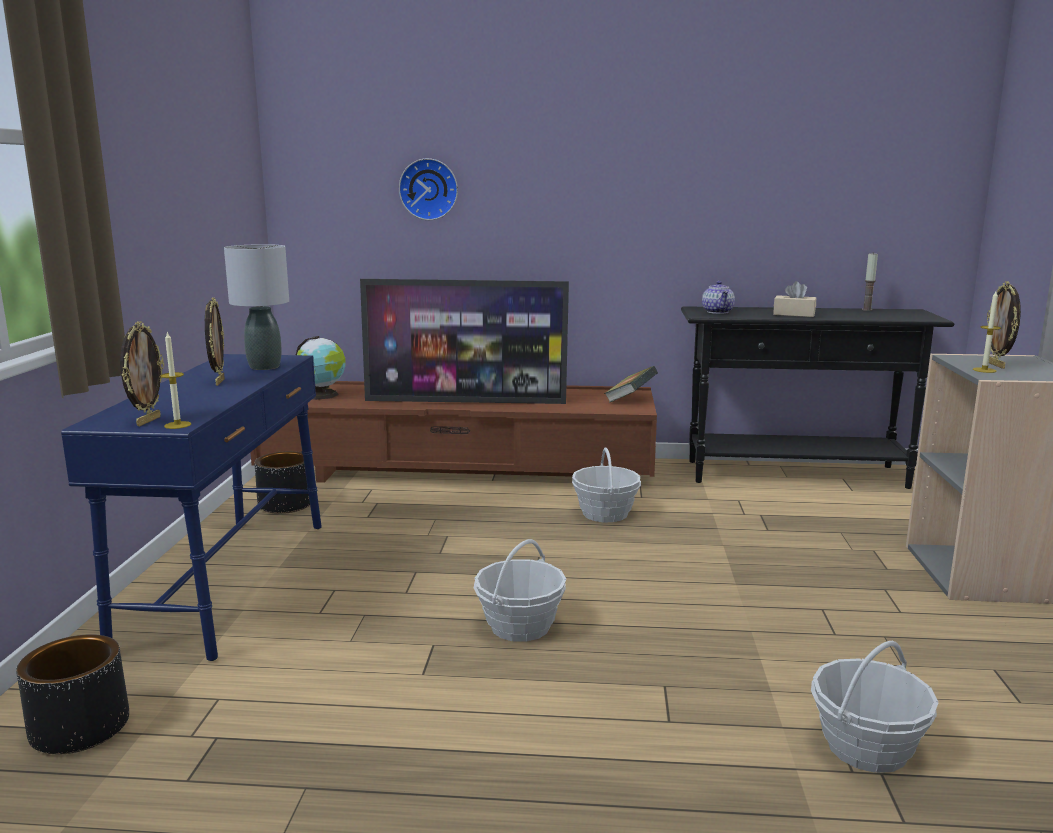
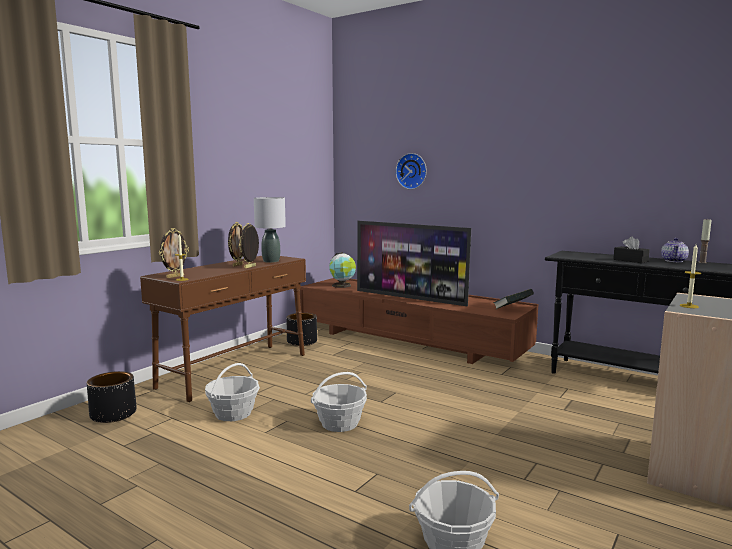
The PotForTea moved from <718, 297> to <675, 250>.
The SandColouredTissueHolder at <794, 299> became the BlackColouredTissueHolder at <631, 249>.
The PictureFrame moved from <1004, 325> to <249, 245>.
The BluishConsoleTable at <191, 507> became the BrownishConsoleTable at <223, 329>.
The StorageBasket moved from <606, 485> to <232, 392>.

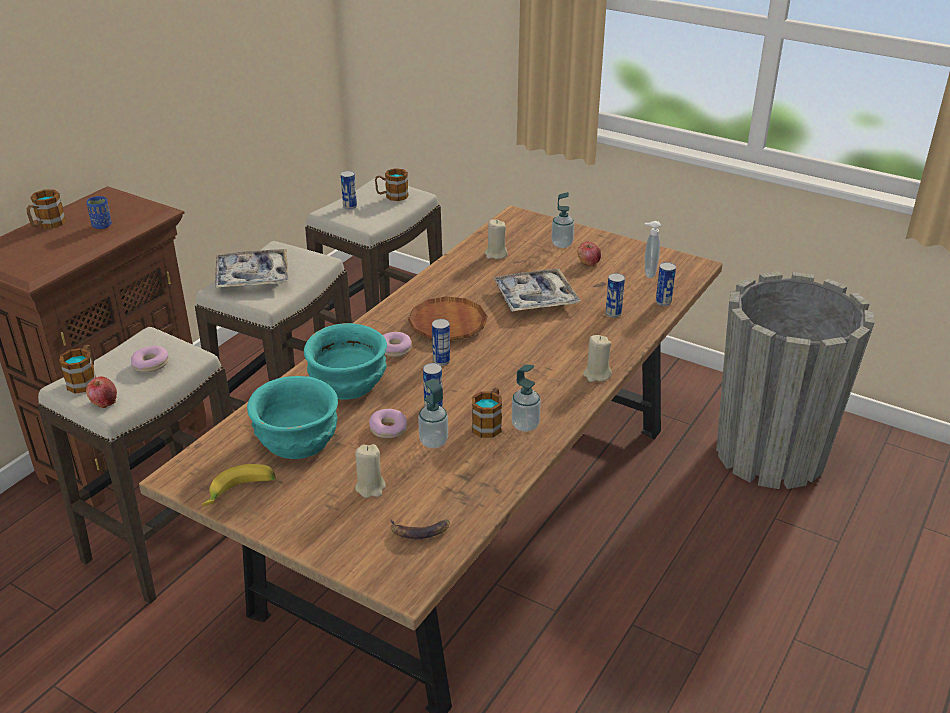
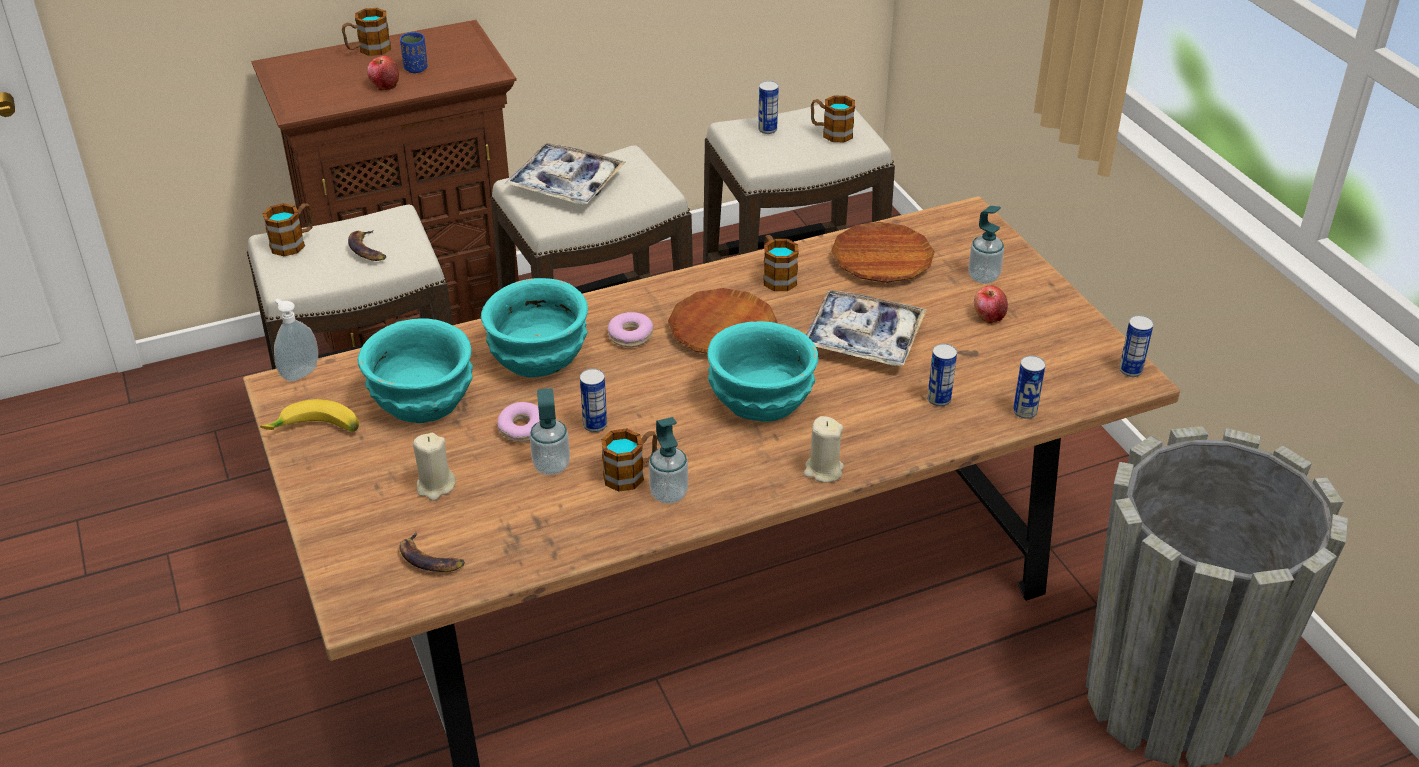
The SandColouredCandle at <496, 239> was replaced by the BrownishPlate at <883, 252>.
The LiquidSoapBottle moved from <653, 249> to <296, 340>.
The SealedCan moved from <441, 342> to <1136, 346>.
The Doughnut at <150, 359> was replaced by the WholeBanana at <367, 245>.
The WholeApple moved from <101, 392> to <383, 73>.
The CoffeeMug at <781, 263> appeared.
The BlueGreenDeepDish at <763, 371> appeared.

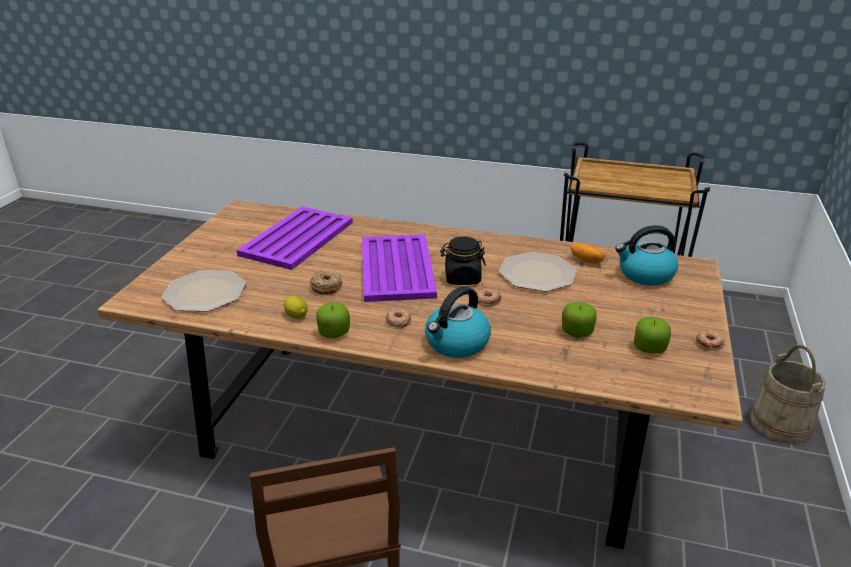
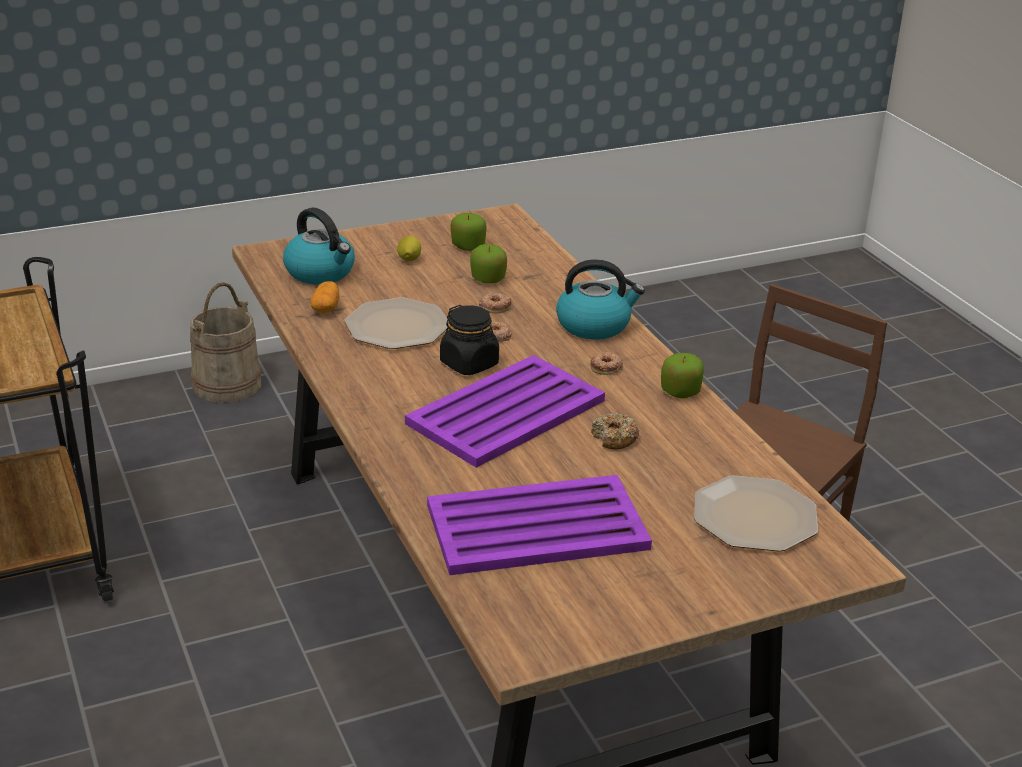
The WholeLemon moved from <296, 307> to <409, 248>.
The Doughnut moved from <710, 341> to <495, 302>.

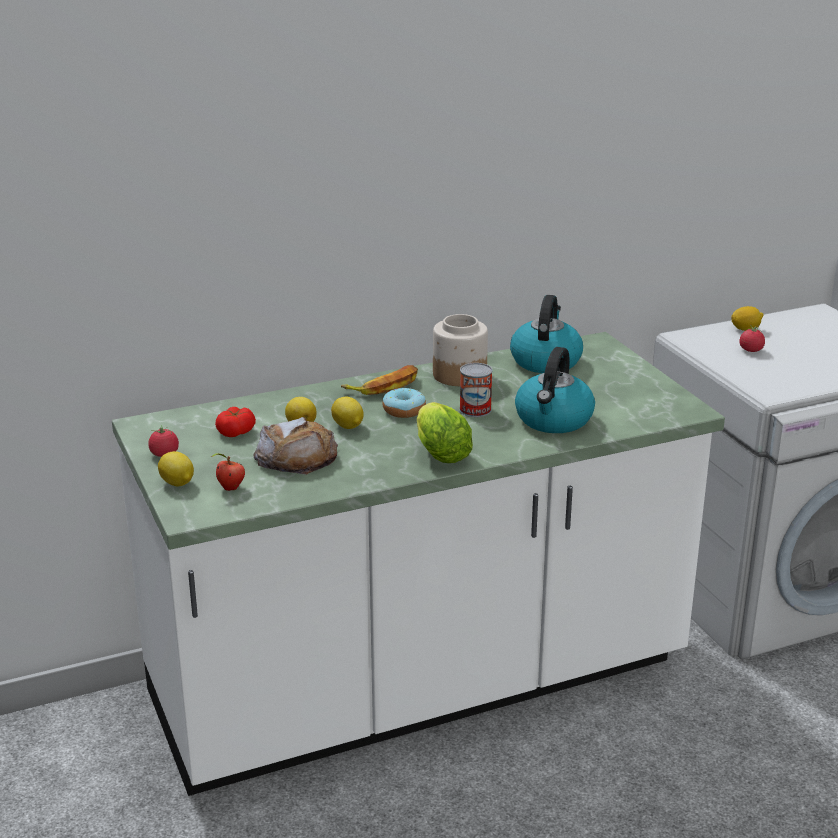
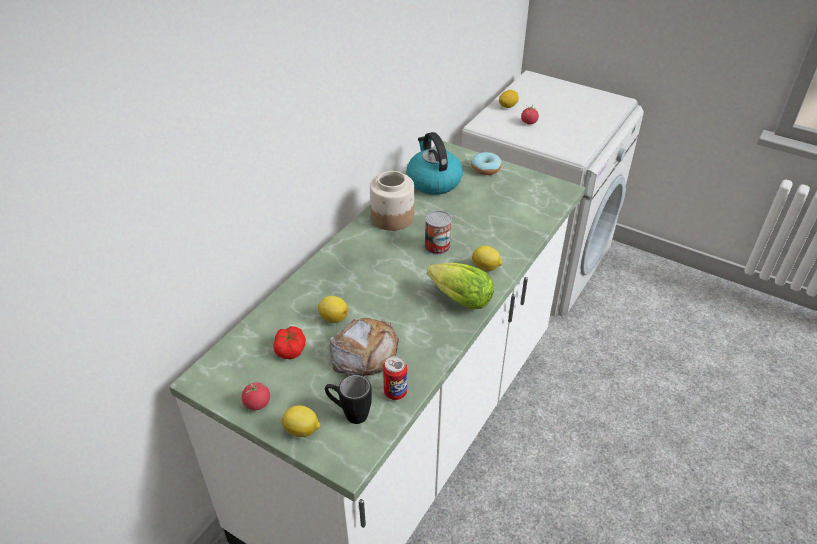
The WaterKettle at <555, 390> disappeared.
The WholeBanana at <379, 380> disappeared.
The Doughnut moved from <404, 403> to <486, 163>.
The WholeLemon moved from <347, 413> to <487, 258>.
The WholeApple at <228, 472> was replaced by the BlackColouredCoffeeMug at <348, 399>.
The SealedCan at <395, 378> appeared.

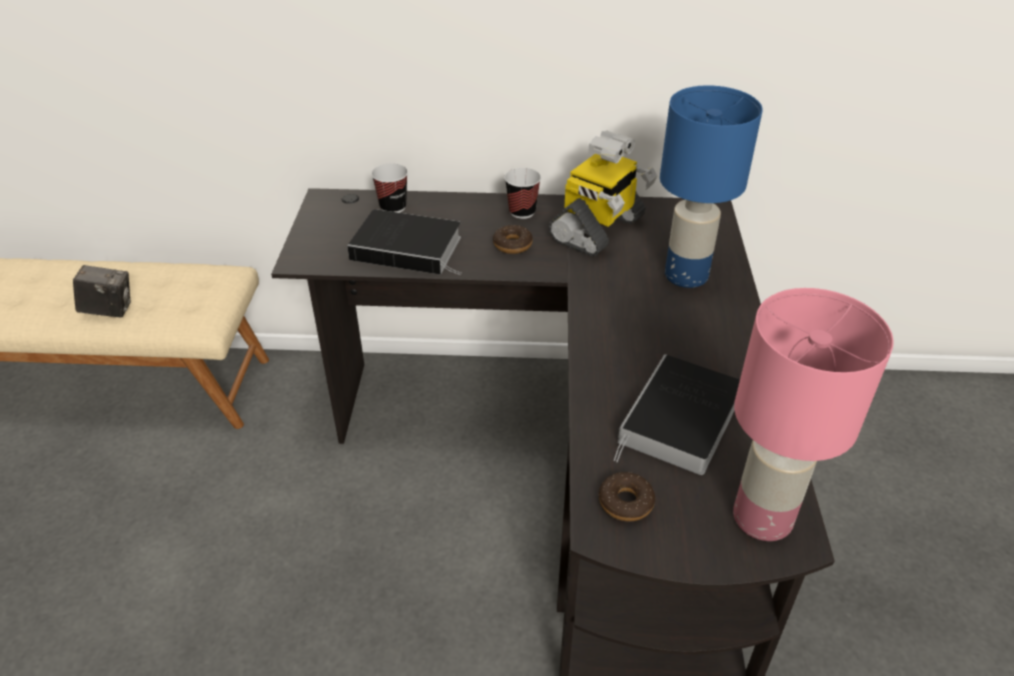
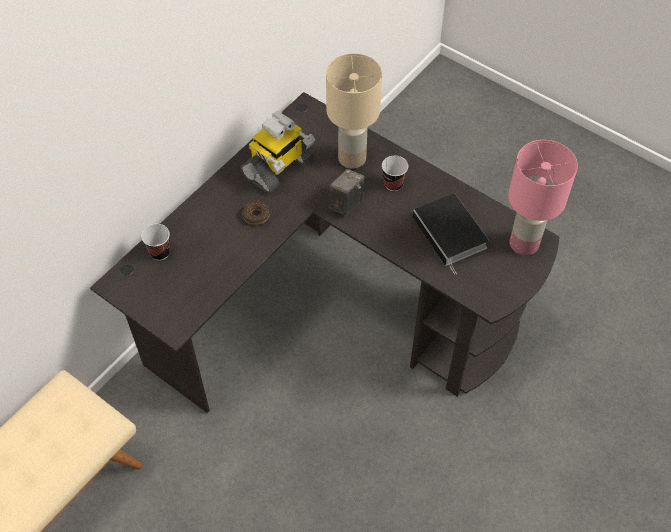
The BluishTabletopLamp at <711, 186> became the SandColouredTabletopLamp at <354, 111>.
The ToyRobot at <602, 194> turned 60 degrees clockwise.
The DrinkingCup moved from <522, 193> to <395, 173>.
The Volume at <404, 242> disappeared.
The PhotoCamera moved from <101, 291> to <346, 192>.
The Doughnut at <627, 496> disappeared.

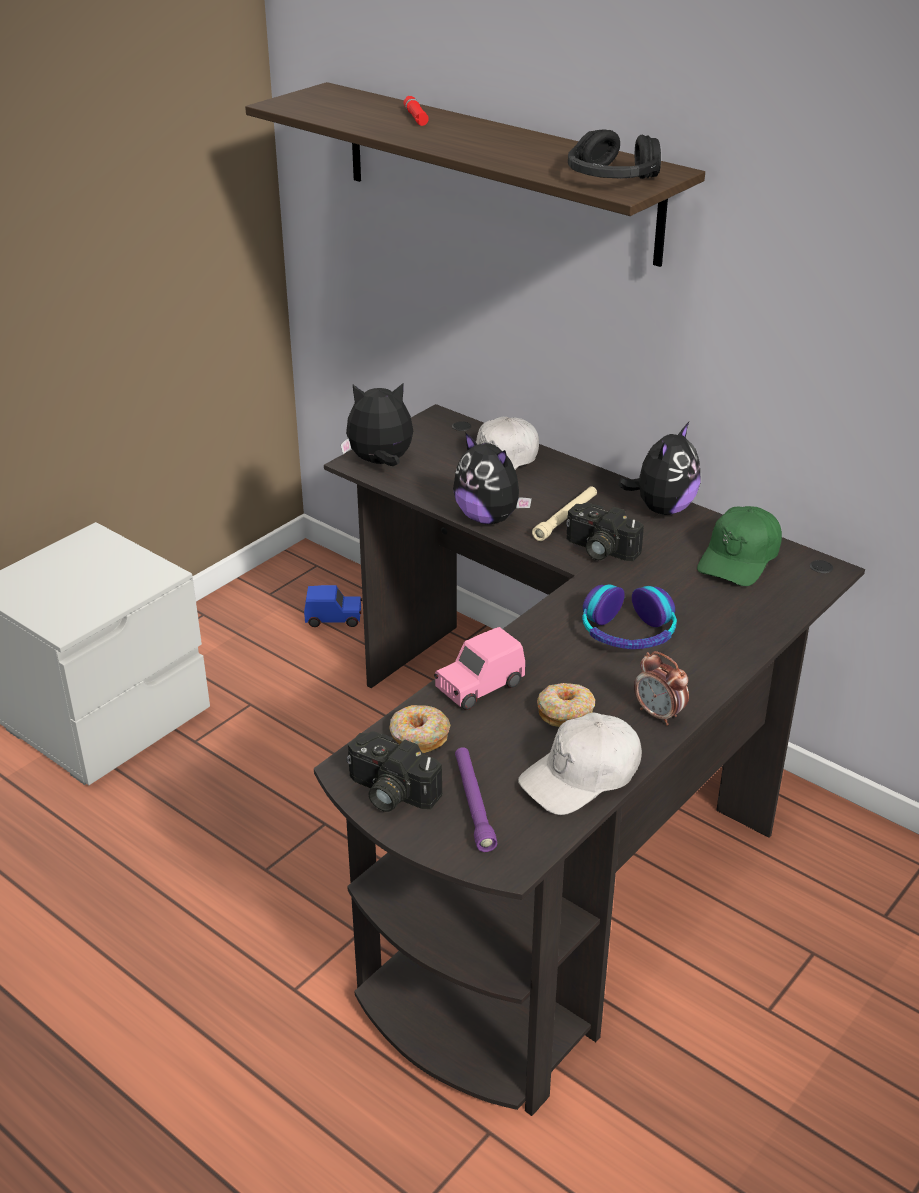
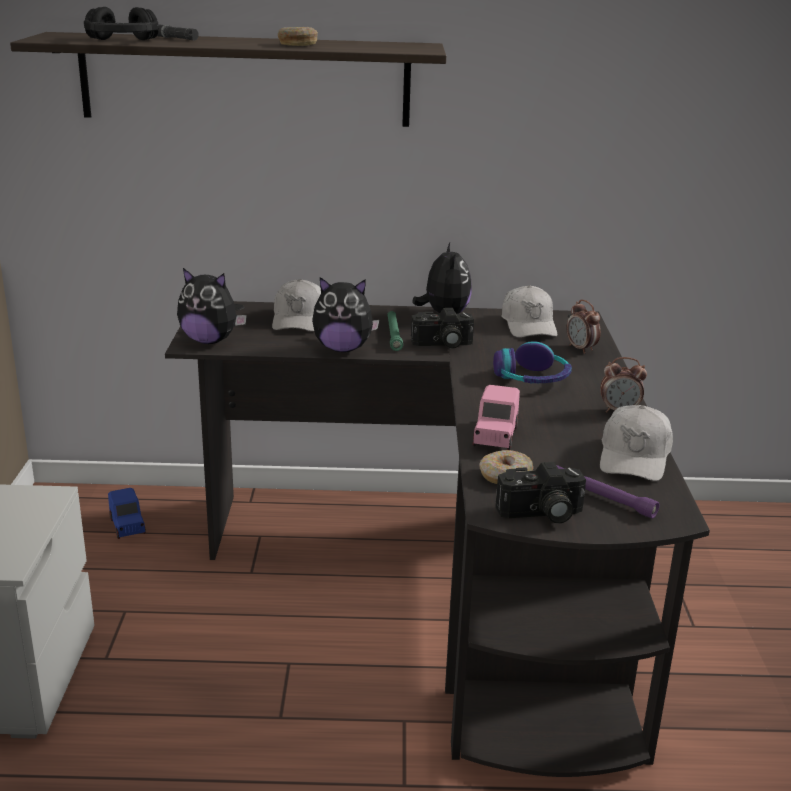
The RedHandTorch at <416, 111> became the BlackColouredHandTorch at <178, 32>.
The BlackColouredHeadphones moved from <614, 154> to <121, 23>.
The SoftToy at <377, 424> turned 120 degrees counterclockwise.
The SandColouredHandTorch at <564, 513> became the GreenColouredHandTorch at <395, 331>.
The GreenColouredPeakedCap at <739, 546> became the WhitePeakedCap at <529, 311>.
The BluishToyCar at <333, 606> turned 105 degrees clockwise.
The Doughnut moved from <566, 705> to <298, 36>.
The AlarmClock at <583, 327> appeared.

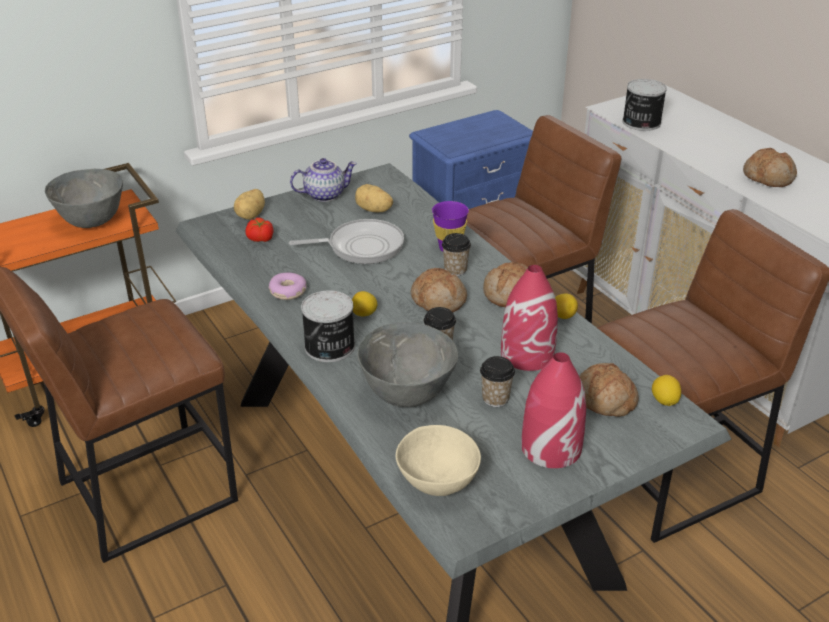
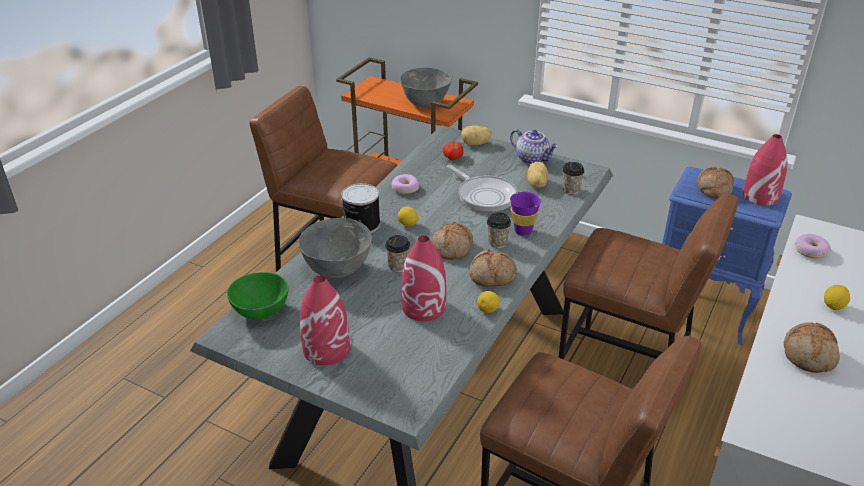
The SealedCan at <644, 105> was replaced by the Doughnut at <813, 246>.
The DrinkingCup moved from <497, 381> to <573, 178>.
The BakedBread moved from <609, 390> to <715, 183>.
The WholeLemon moved from <666, 390> to <837, 297>.
The SandColouredDeepDish at <438, 460> became the GreenColouredDeepDish at <257, 296>.
The RedDecorativeVase at <765, 170> appeared.

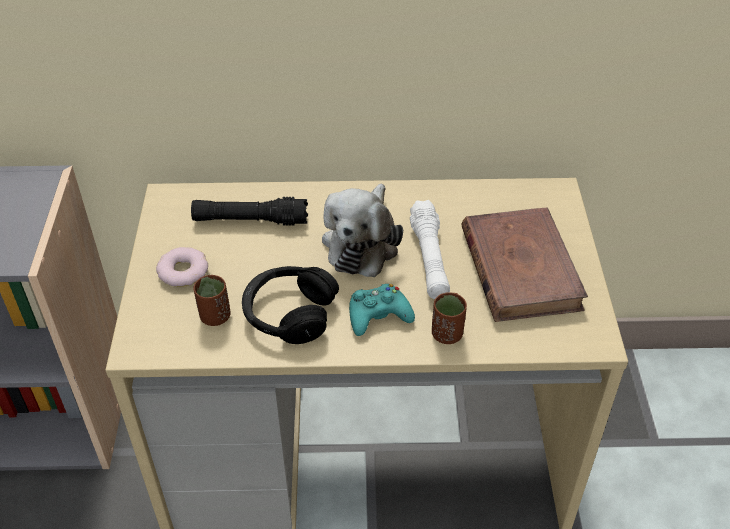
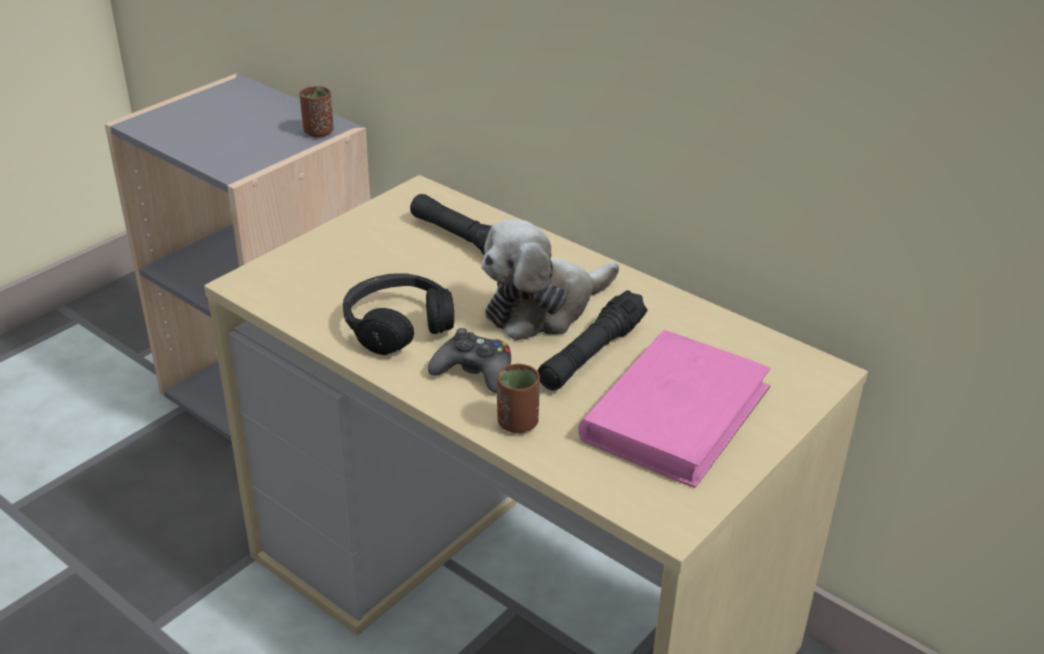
The WhiteHandTorch at <430, 249> became the BlackColouredHandTorch at <593, 340>.
The BrownishVolume at <525, 265> became the PinkColouredVolume at <674, 409>.
The Doughnut at <182, 267> disappeared.
The BrownishDrinkingCup moved from <212, 300> to <317, 111>.
The BlueGreenGameController at <382, 310> became the BlackColouredGameController at <469, 360>.

